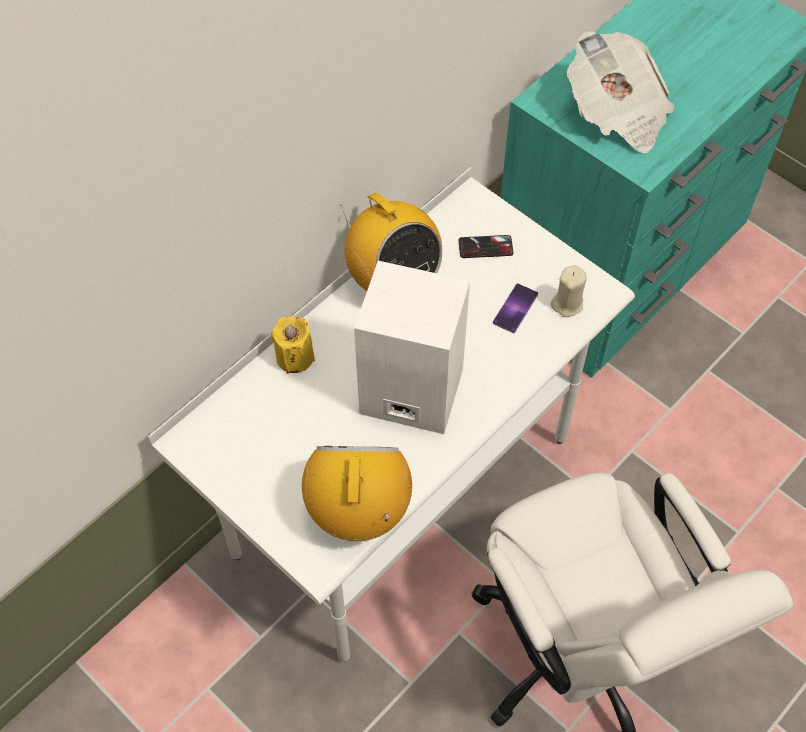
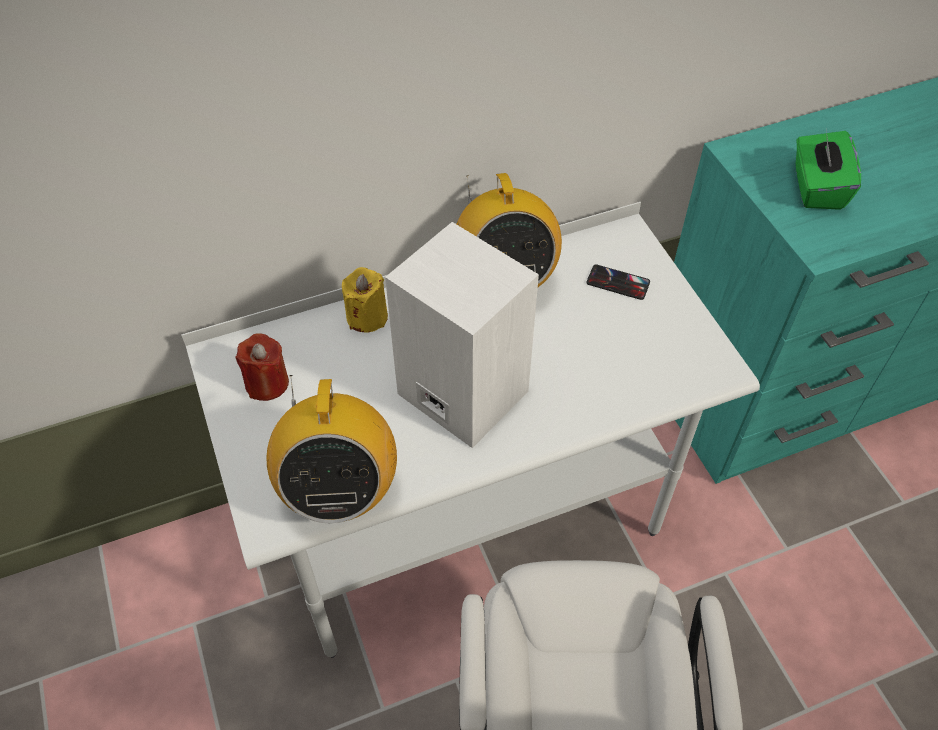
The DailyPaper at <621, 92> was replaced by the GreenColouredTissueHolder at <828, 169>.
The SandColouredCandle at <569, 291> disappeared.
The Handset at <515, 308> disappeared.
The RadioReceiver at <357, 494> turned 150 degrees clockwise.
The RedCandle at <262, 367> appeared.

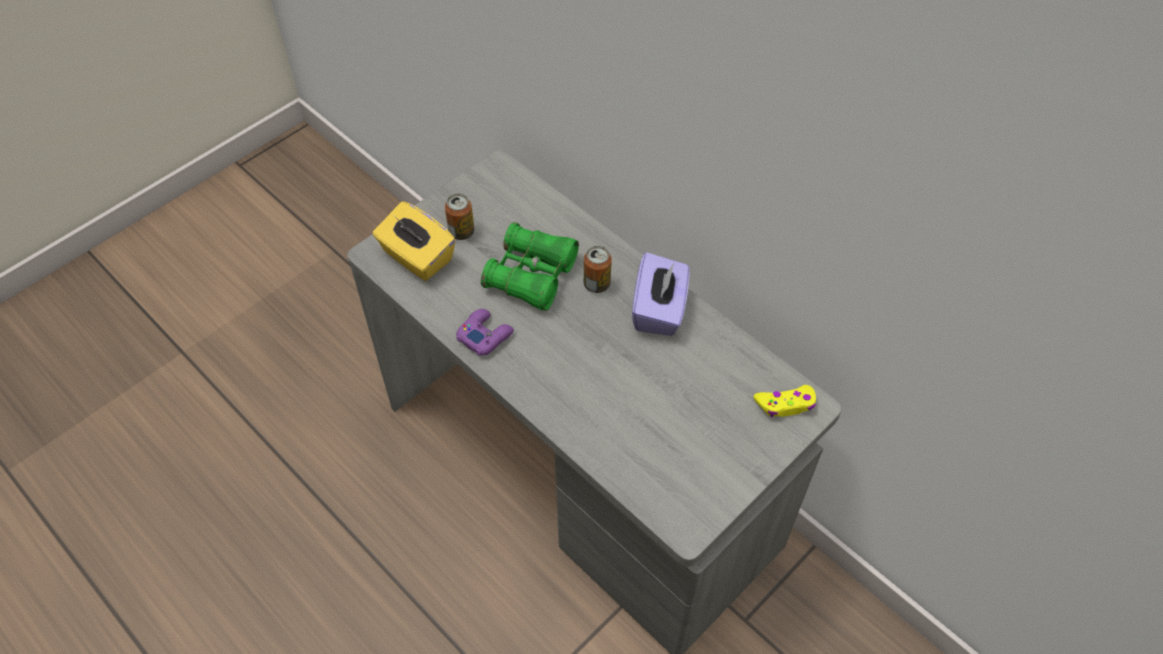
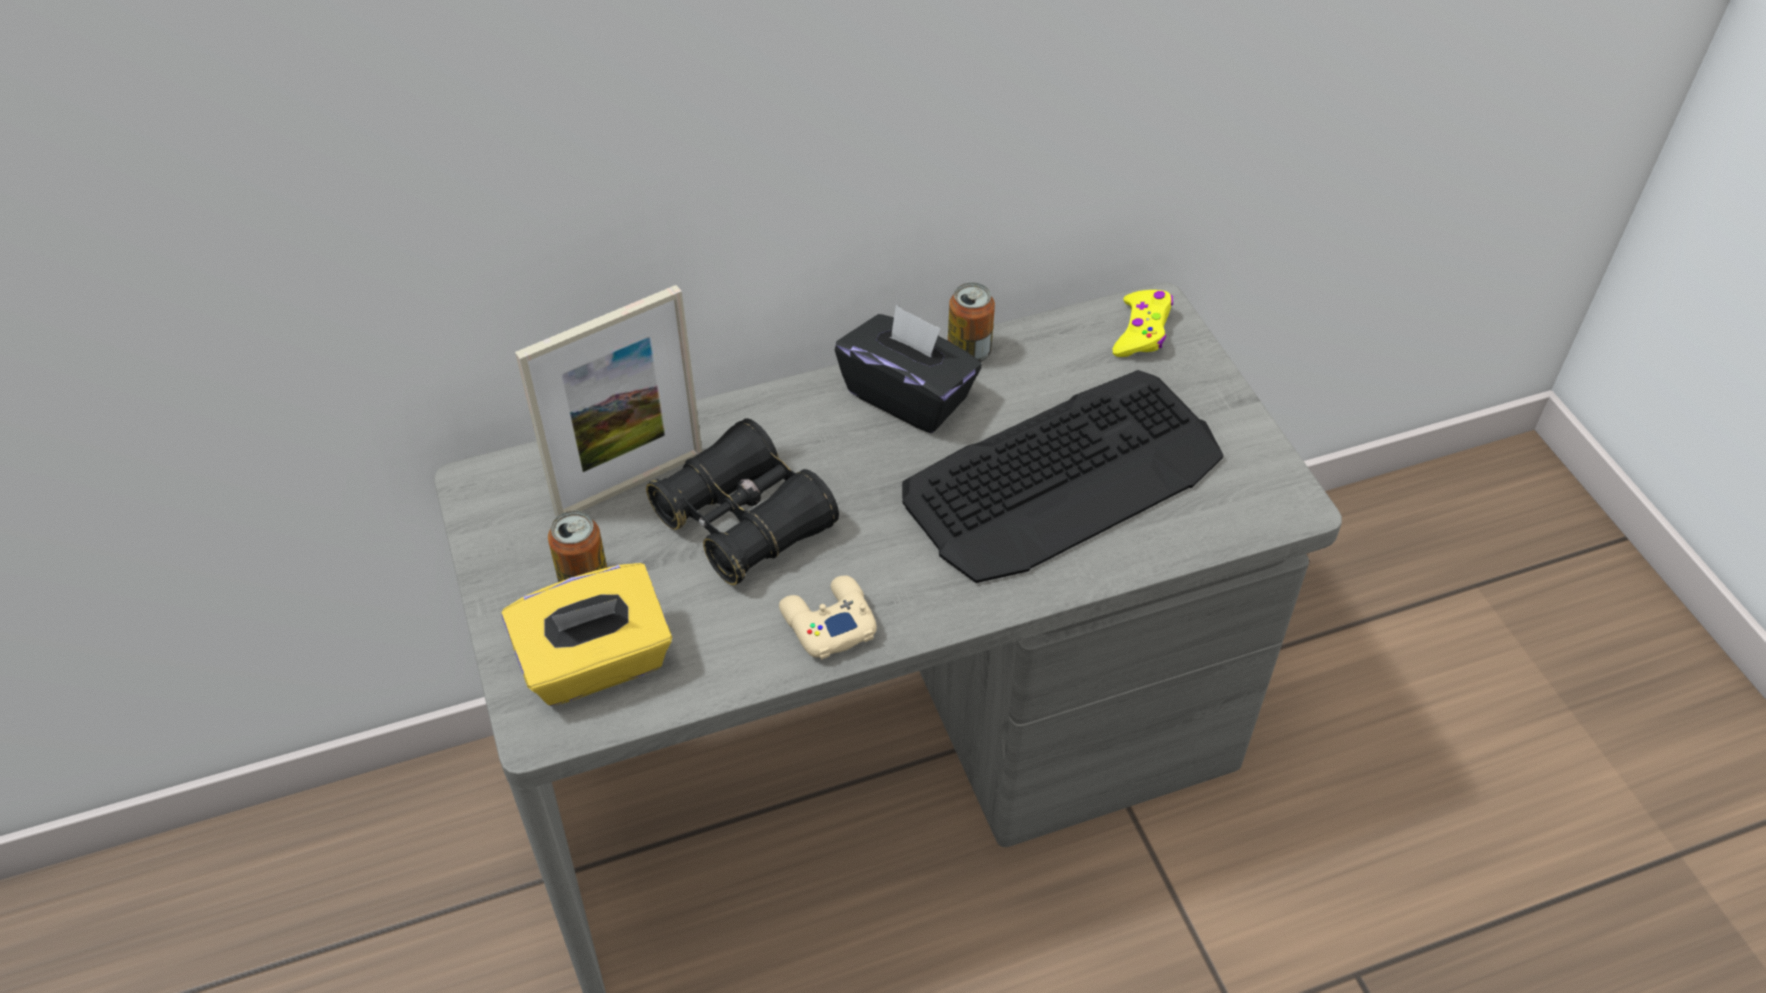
The GreenColouredFieldGlasses at <530, 266> became the BlackColouredFieldGlasses at <742, 501>.
The SealedCan moved from <598, 269> to <971, 322>.
The PurplishTissueHolder at <661, 294> became the BlackColouredTissueHolder at <908, 368>.
The PurplishGameController at <485, 332> became the SandColouredGameController at <828, 617>.
The PictureFrame at <608, 401> appeared.
The ComputerKeyboard at <1063, 476> appeared.

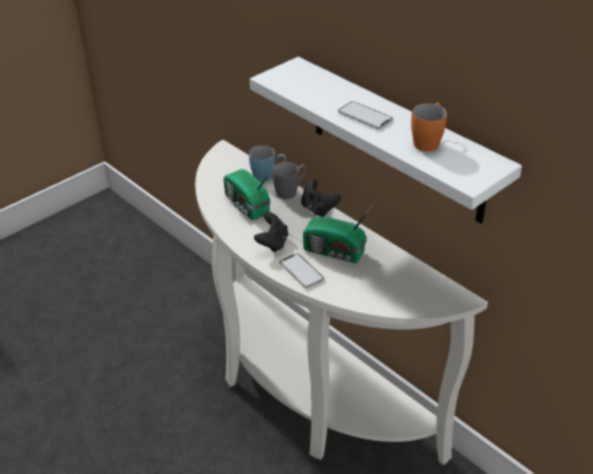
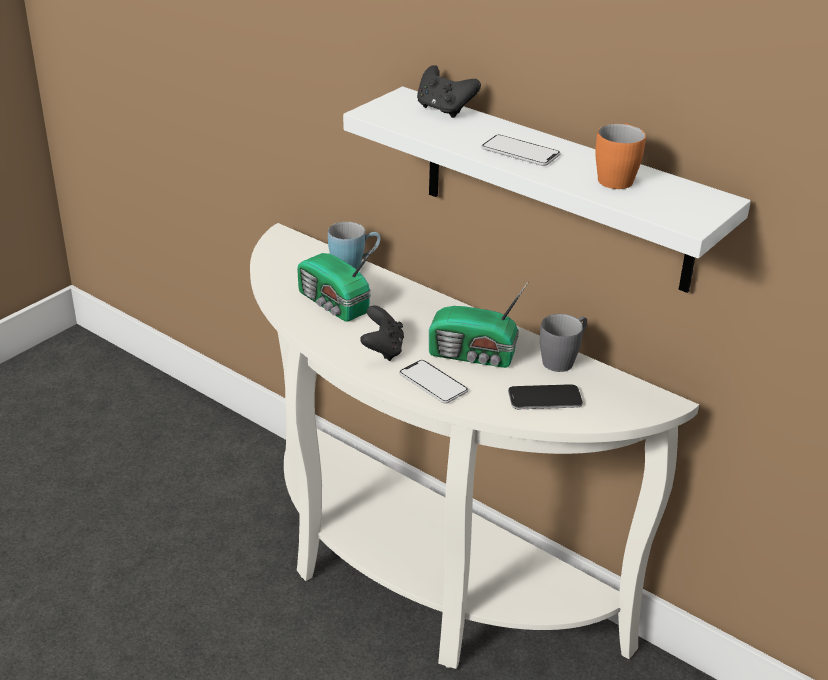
The GrayCoffeeMug moved from <289, 180> to <563, 343>.
The BlackColouredGameController moved from <321, 198> to <449, 91>.
The Handset at <545, 396> appeared.

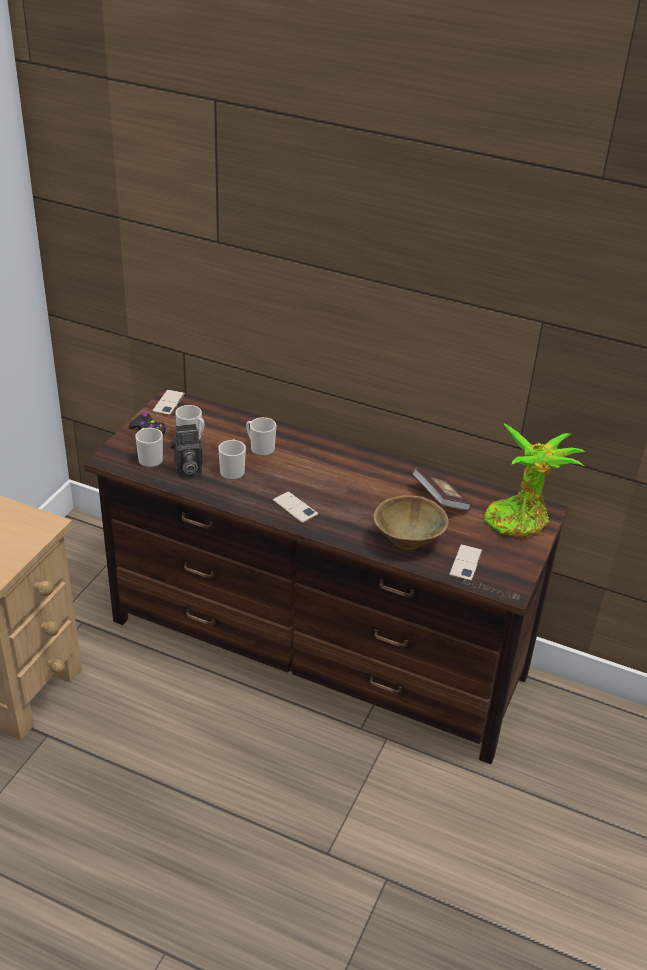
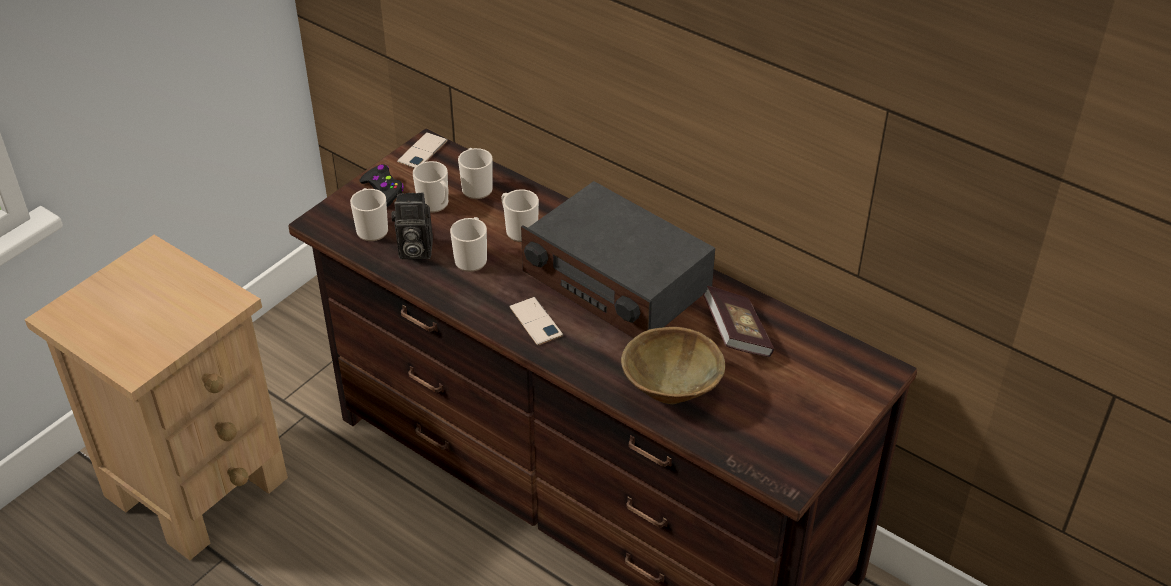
The Houseplant at <534, 480> disappeared.
The Handset at <466, 562> disappeared.
The CoffeeMug at <475, 173> appeared.
The RadioReceiver at <618, 259> appeared.

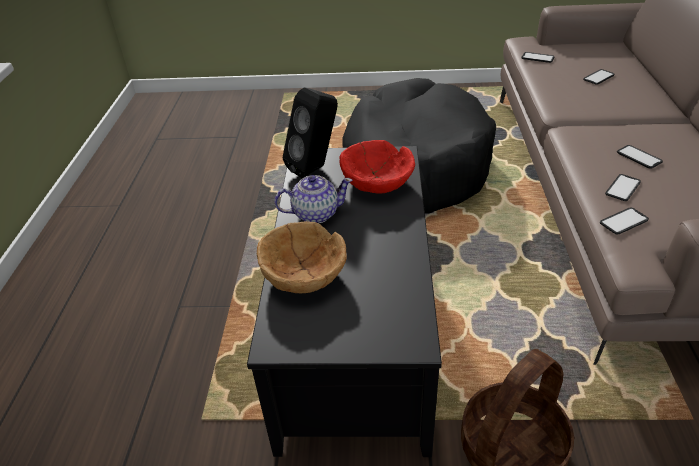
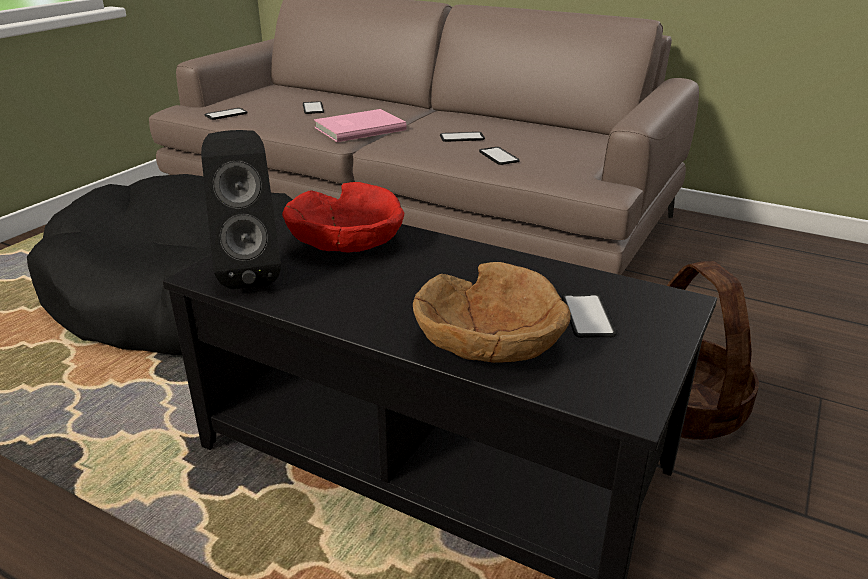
The PotForTea at <313, 199> disappeared.
The Handset moved from <624, 220> to <589, 316>.
The PinkColouredVolume at <360, 125> appeared.

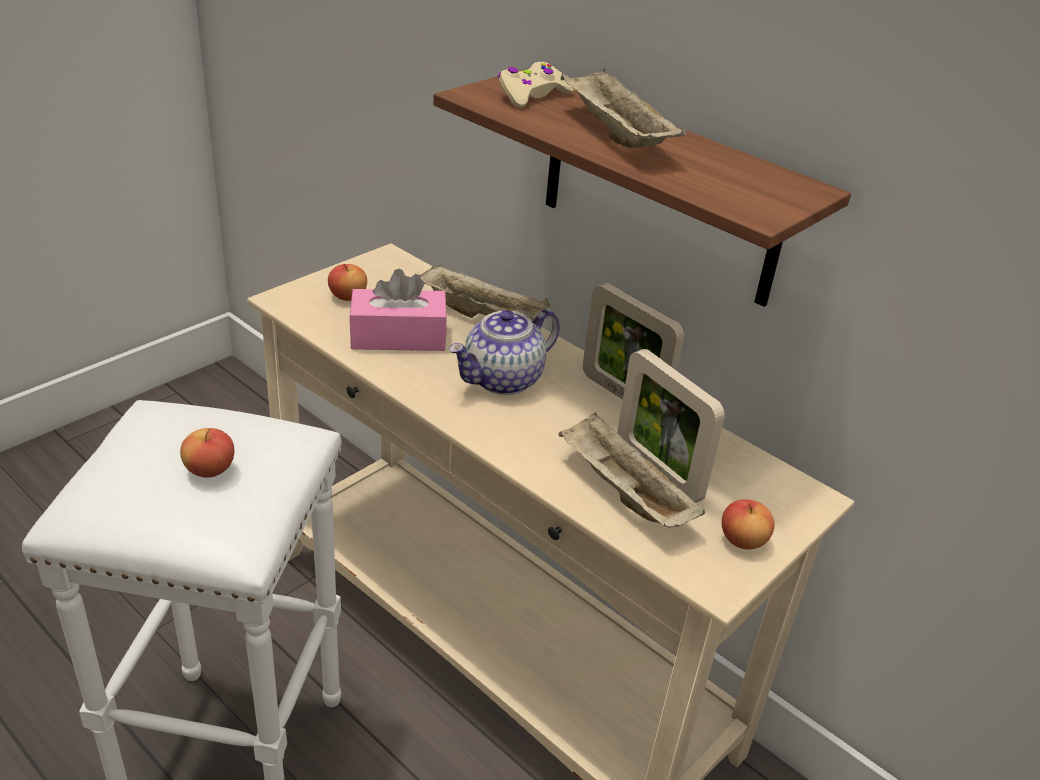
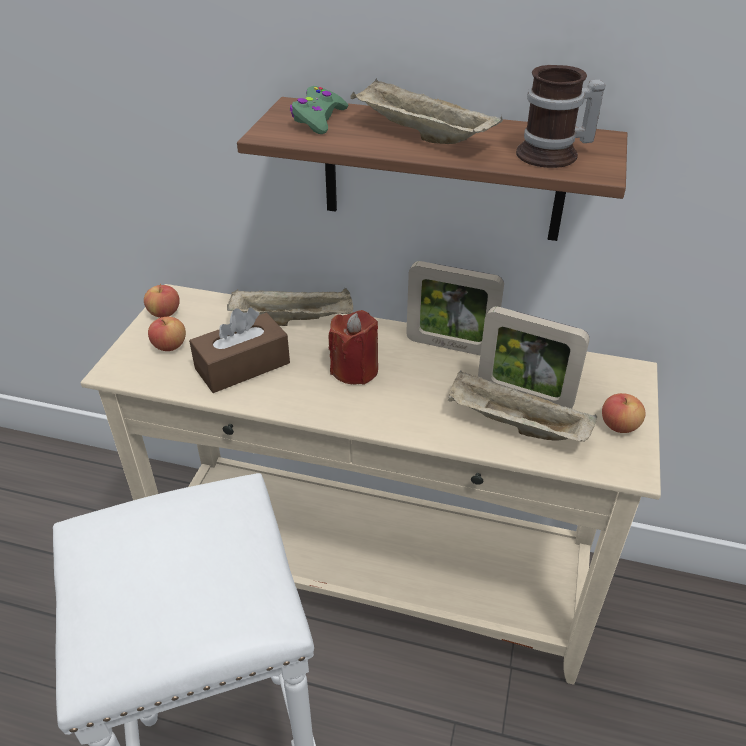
The SandColouredGameController at <536, 85> became the GreenColouredGameController at <319, 110>.
The PinkColouredTissueHolder at <398, 310> became the BrownishTissueHolder at <239, 350>.
The PotForTea at <504, 352> was replaced by the RedCandle at <353, 347>.
The WholeApple moved from <207, 453> to <161, 301>.
The CoffeeMug at <561, 116> appeared.

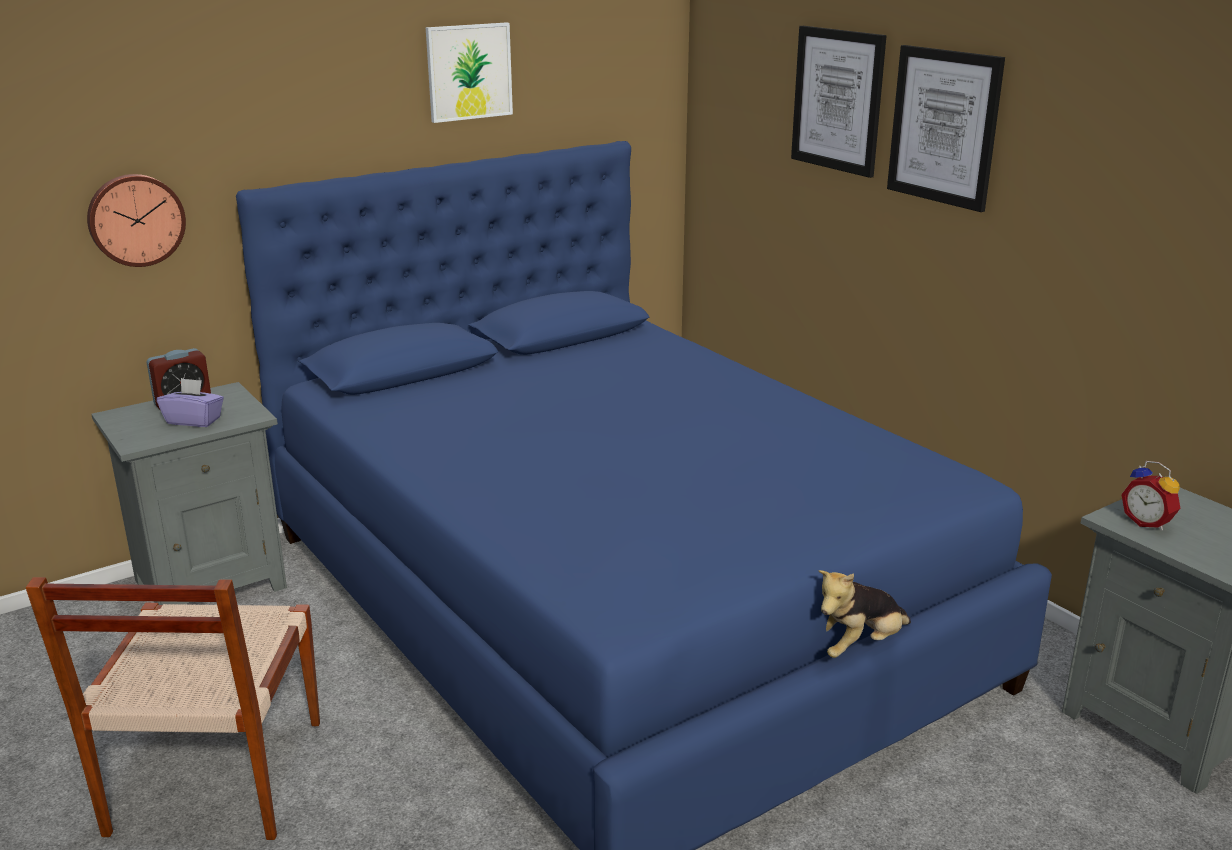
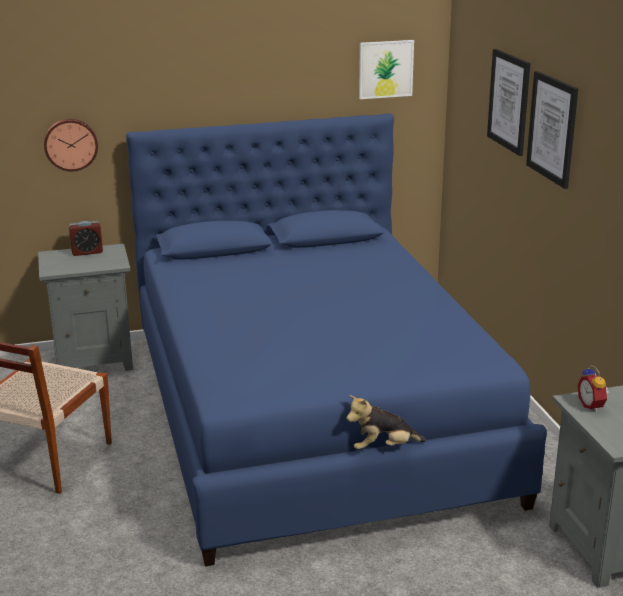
The WallPicture moved from <469, 72> to <386, 69>.
The PurplishTissueHolder at <190, 402> disappeared.

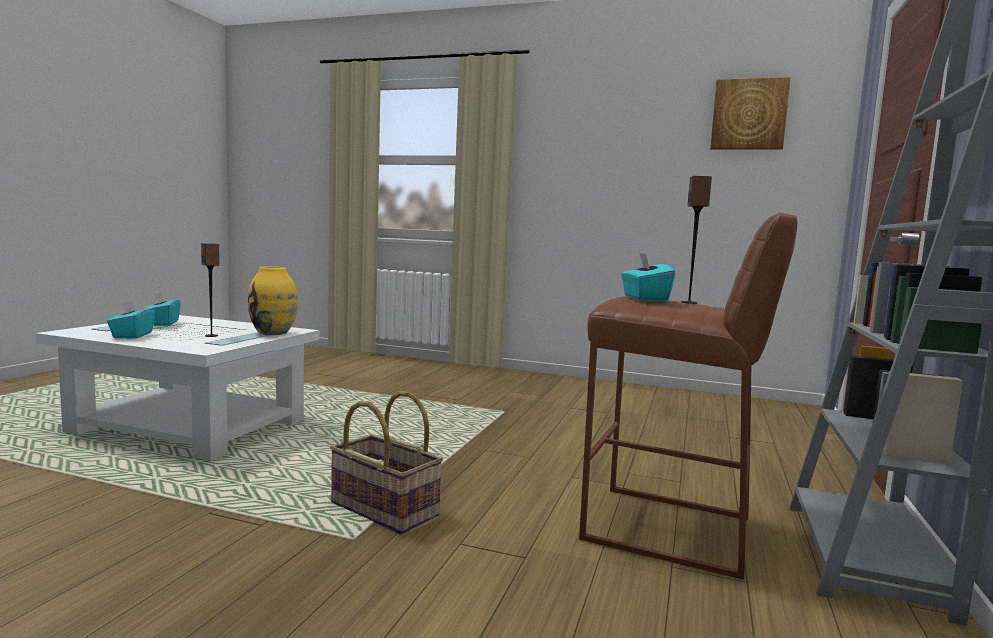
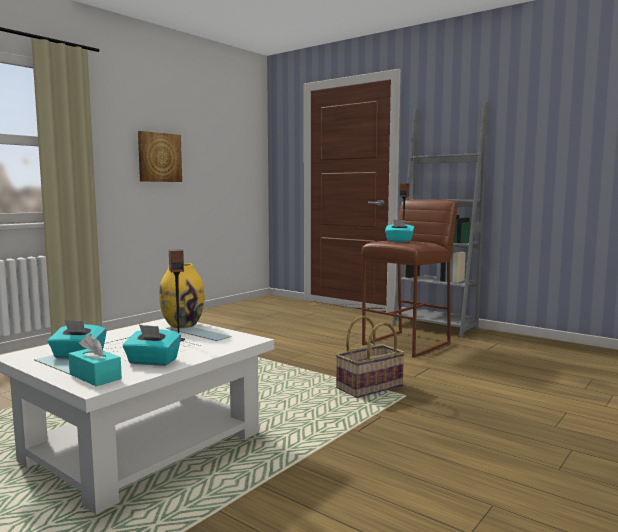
The WallPicture moved from <750, 113> to <160, 156>.
The BlueGreenTissueHolder at <95, 360> appeared.

